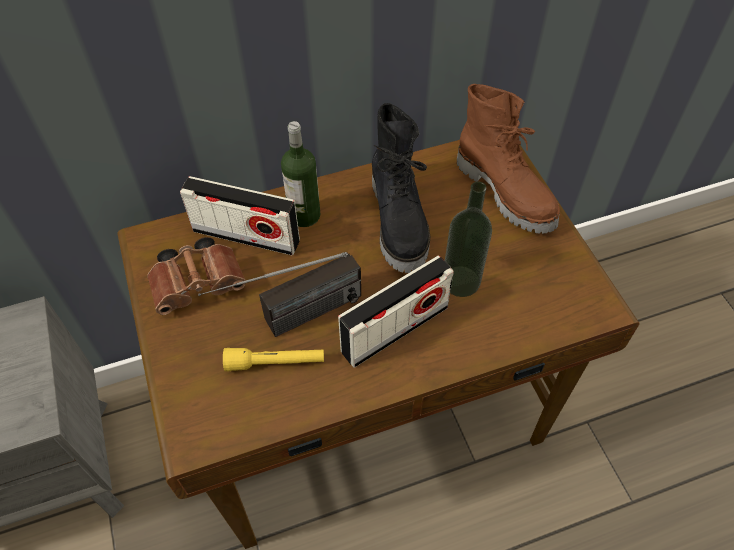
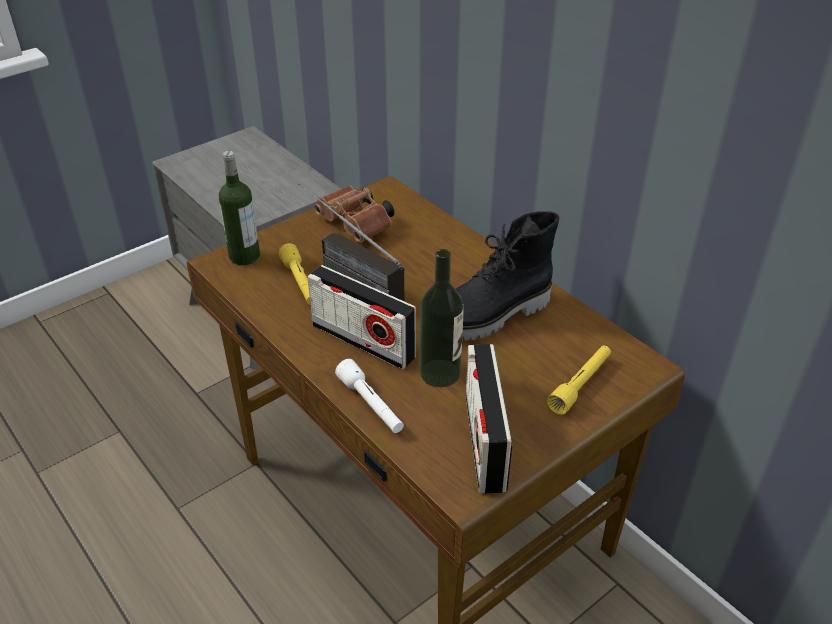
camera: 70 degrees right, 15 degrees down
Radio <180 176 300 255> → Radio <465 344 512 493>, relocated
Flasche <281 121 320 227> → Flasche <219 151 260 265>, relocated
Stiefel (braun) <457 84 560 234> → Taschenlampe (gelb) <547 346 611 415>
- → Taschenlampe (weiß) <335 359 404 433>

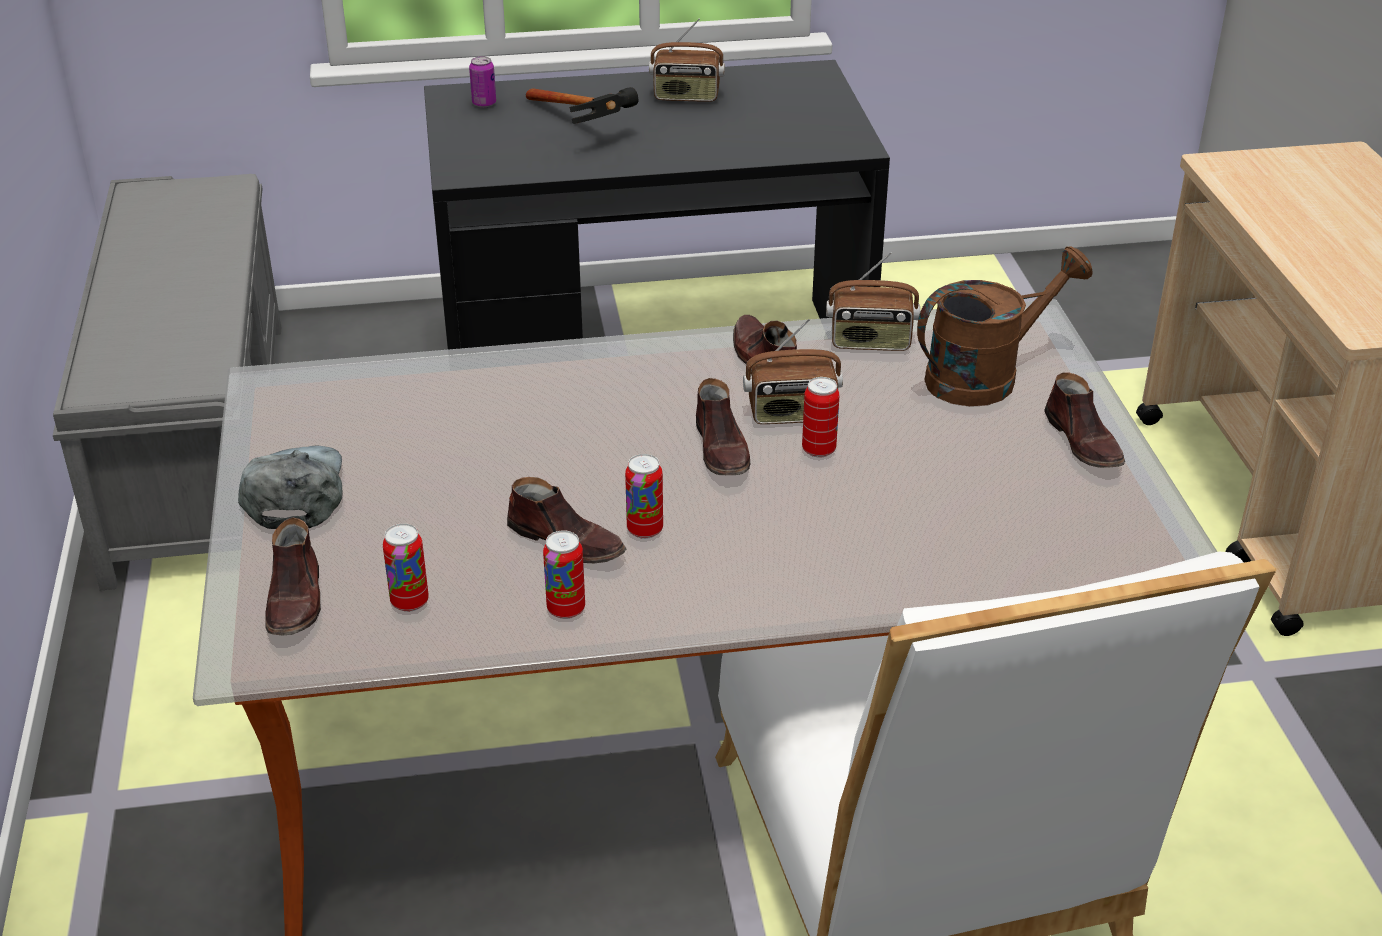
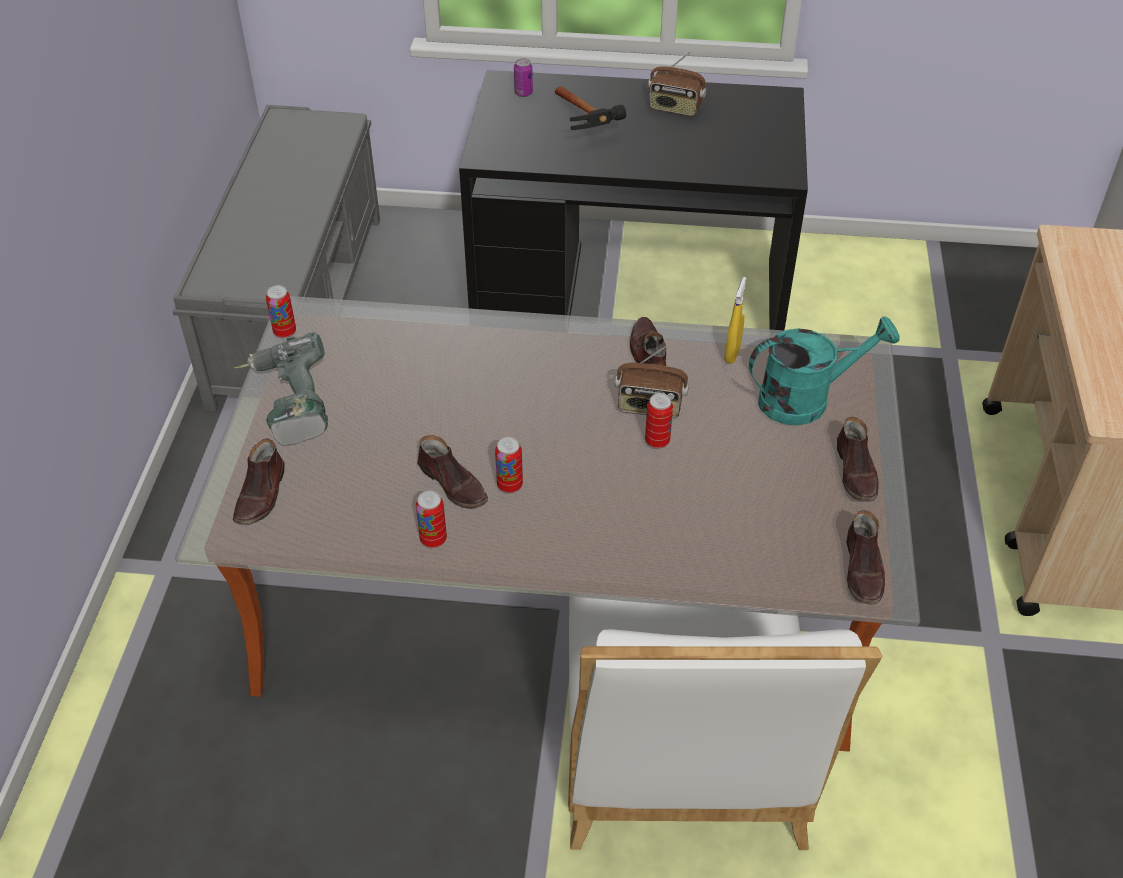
camera: 15 degrees right, 10 degrees up
Kappe (grau) <238 446 342 529> → Bohrmaschine <234 332 328 445>
Dose <383 523 429 612> → Dose <266 285 296 338>, relocated
Schuh (braun) <696 378 750 475> → Schuh (braun) <847 510 885 605>, relocated
Radio <826 252 920 351> → Sprühflasche (gelb) <724 277 746 363>
Gießkanne (braun) <917 246 1093 406> → Gießkanne (türkis) <749 317 899 425>

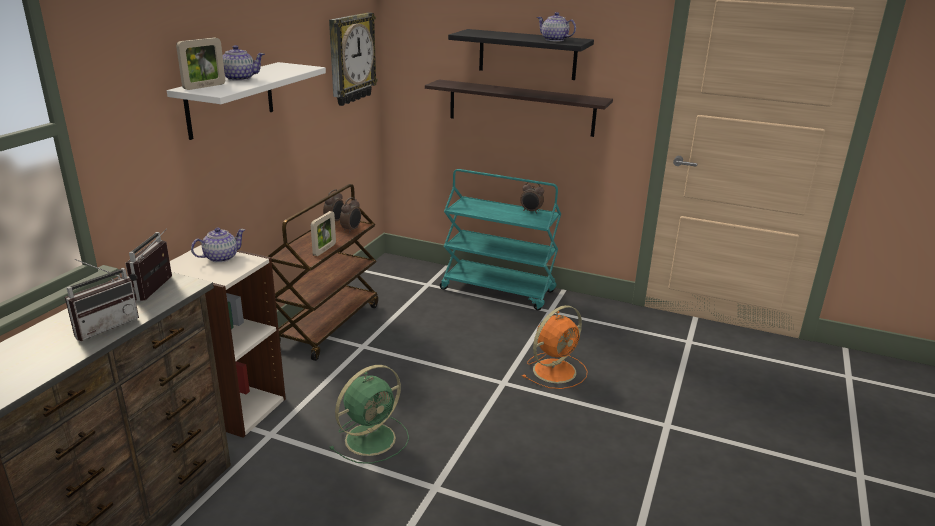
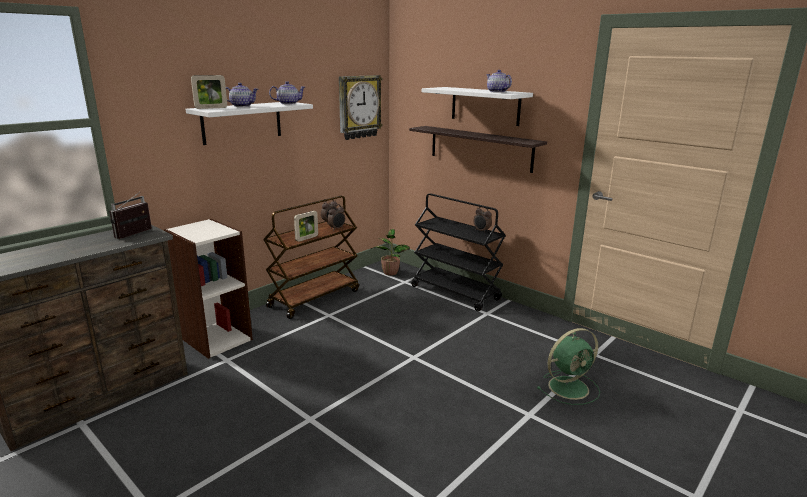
camera: 20 degrees right, 5 degrees down
Radio <65 259 139 341> → -
Teekanne <191 228 245 263> → Teekanne <269 81 305 104>, relocated
Ventilator (grün) <330 365 409 464> → Ventilator (grün) <537 328 600 405>, relocated
Rollwagen (türkis) <440 169 561 311> → Rollwagen (schwarz) <411 193 506 312>
Wandregal (schwarz) <448 29 594 80> → Wandregal (weiß) <422 87 533 126>
Ventilator (orange) <523 305 588 389> → -
- → Topfpflanze <371 229 410 276>

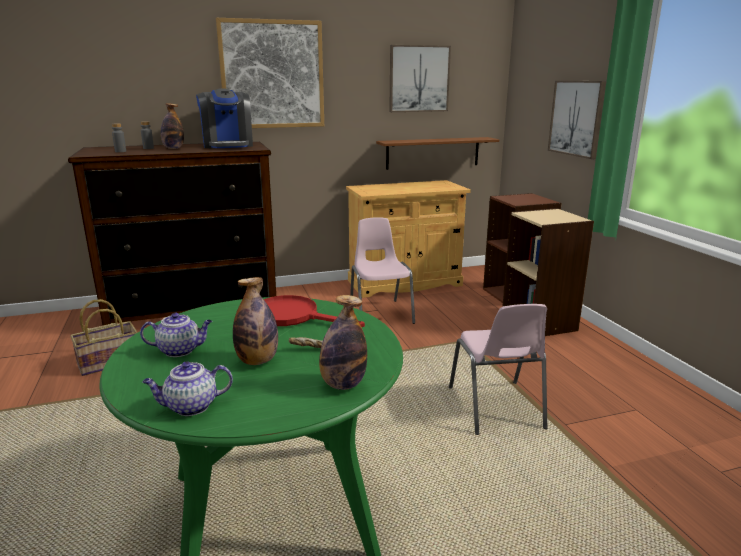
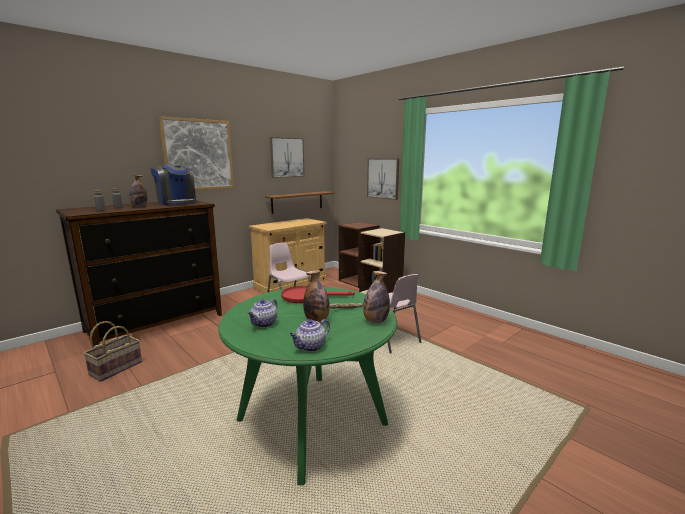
camera: 25 degrees left, 5 degrees down
Teekanne <140 313 212 357> → Teekanne <248 299 277 327>, 150 degrees clockwise

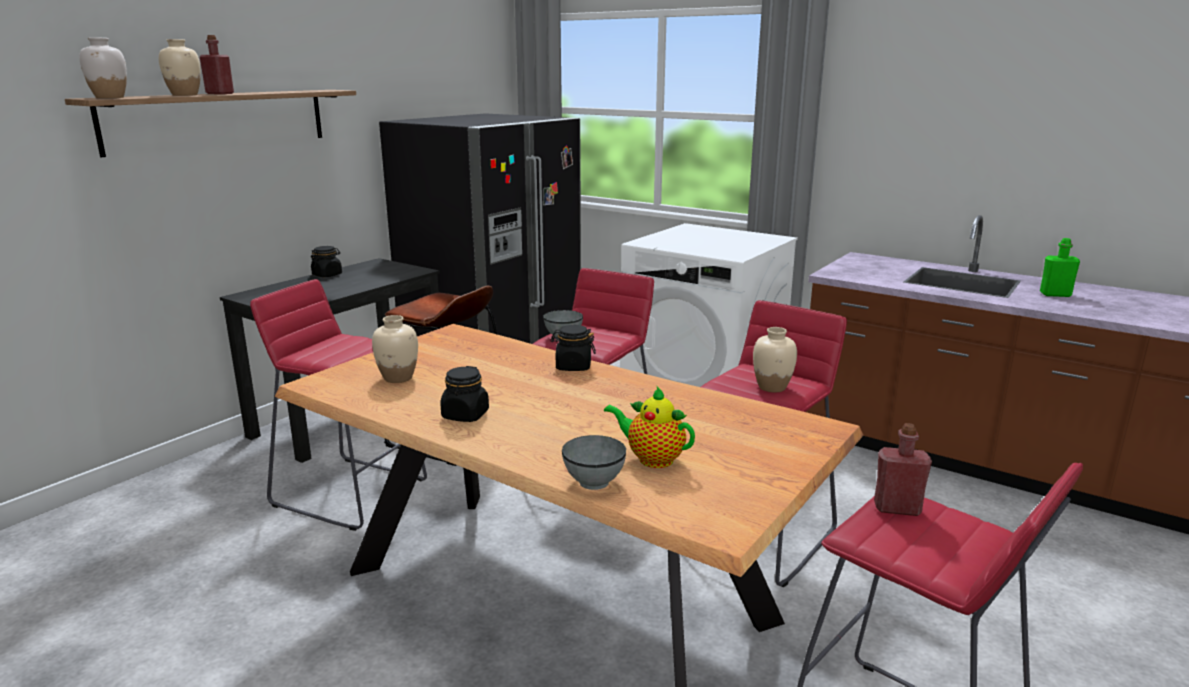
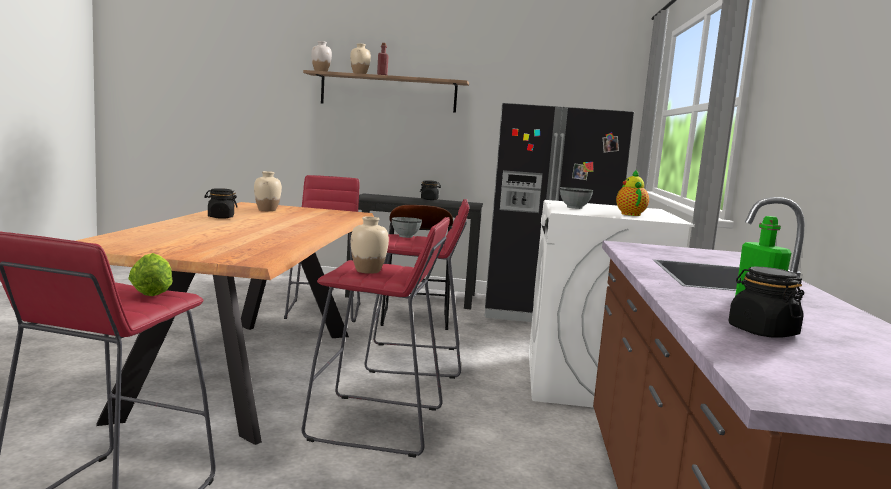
camera: 60 degrees right, 10 degrees down
Vorratsglas (schwarz) <550 325 596 371> → Vorratsglas (schwarz) <728 267 804 337>, relocated
Schüssel (grau) <562 435 626 490> → Schüssel (grau) <560 187 593 209>, relocated
Teekanne <604 387 695 468> → Teekanne <616 170 649 216>, relocated
Flasche (rot) <874 423 932 516> → Salatkopf <128 253 172 296>

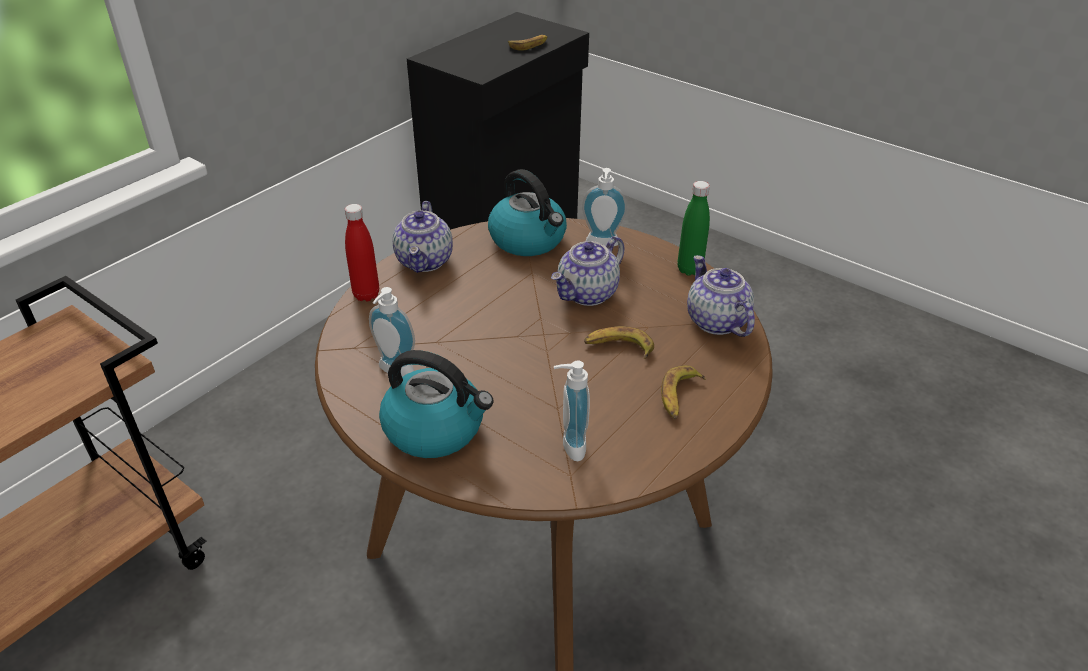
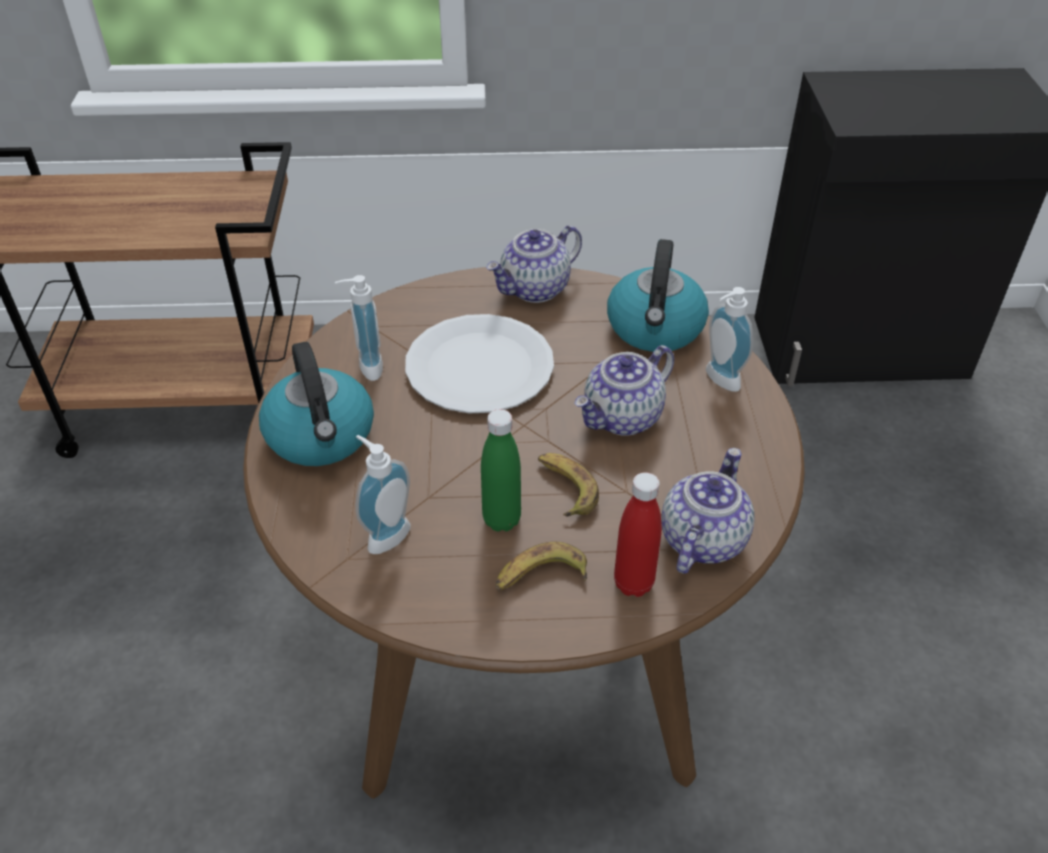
camera: 50 degrees right, 5 degrees up
Flasche (rot) <345 204 379 301> → Flasche (rot) <614 472 662 597>, relocated
Banane <508 35 547 51> → -
Teekanne <551 236 625 306> → Teekanne <574 345 674 436>, 45 degrees counterclockwise
Flasche (grün) <677 181 710 276> → Flasche (grün) <481 409 521 532>, relocated
- → Teller (weiß) <405 314 554 413>

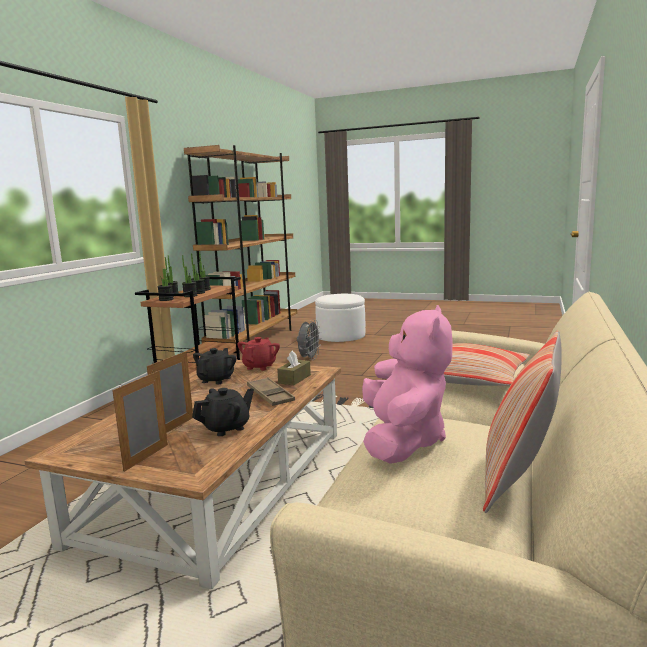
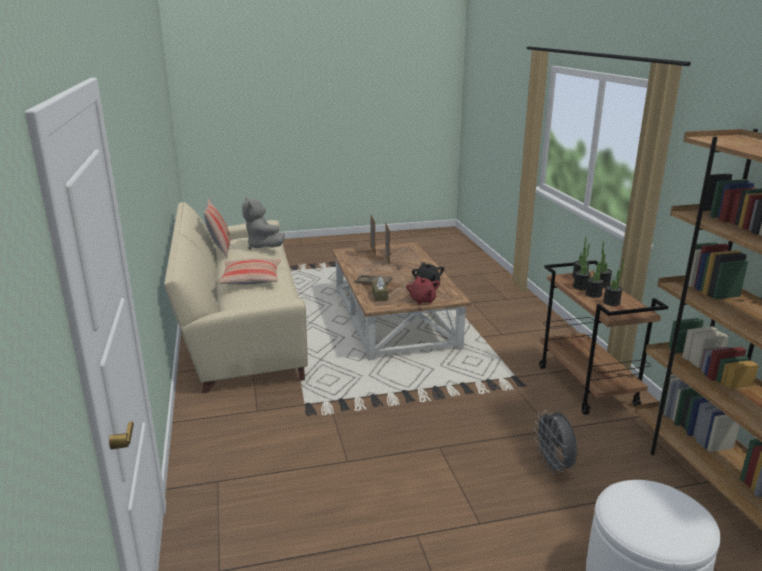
camera: 145 degrees right, 10 degrees up
Teekanne (schwarz) <192 388 254 436> → -
Plüschtier (rosa) <362 305 453 464> → Plüschtier (grau) <242 197 285 250>

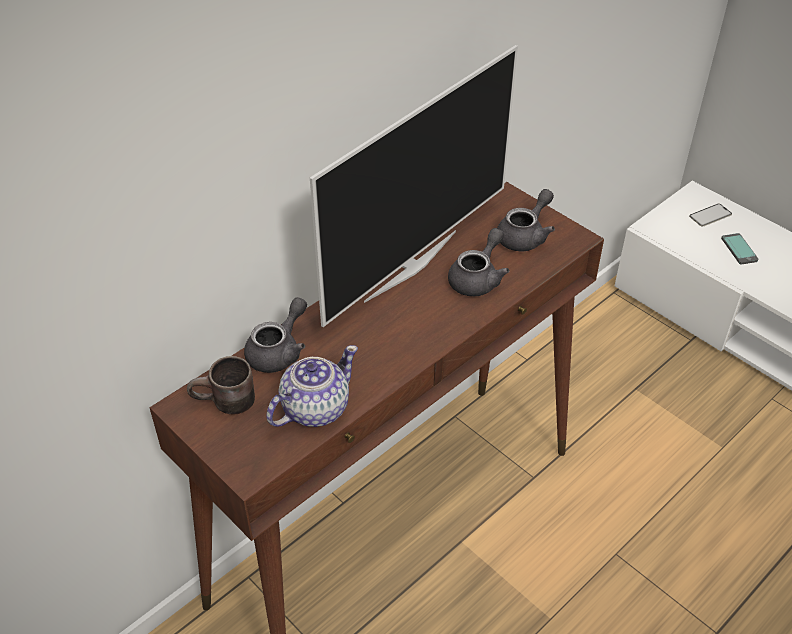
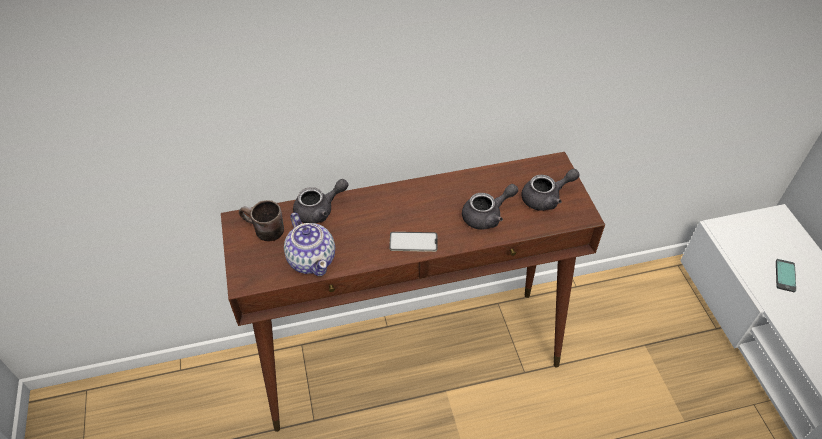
camera: 30 degrees right, 5 degrees up
Teekanne <266 345 358 427> → Teekanne <284 212 336 276>, 75 degrees clockwise
Fernseher <310 45 518 327> → -
Handy <689 203 732 227> → Handy <389 232 437 252>, relocated

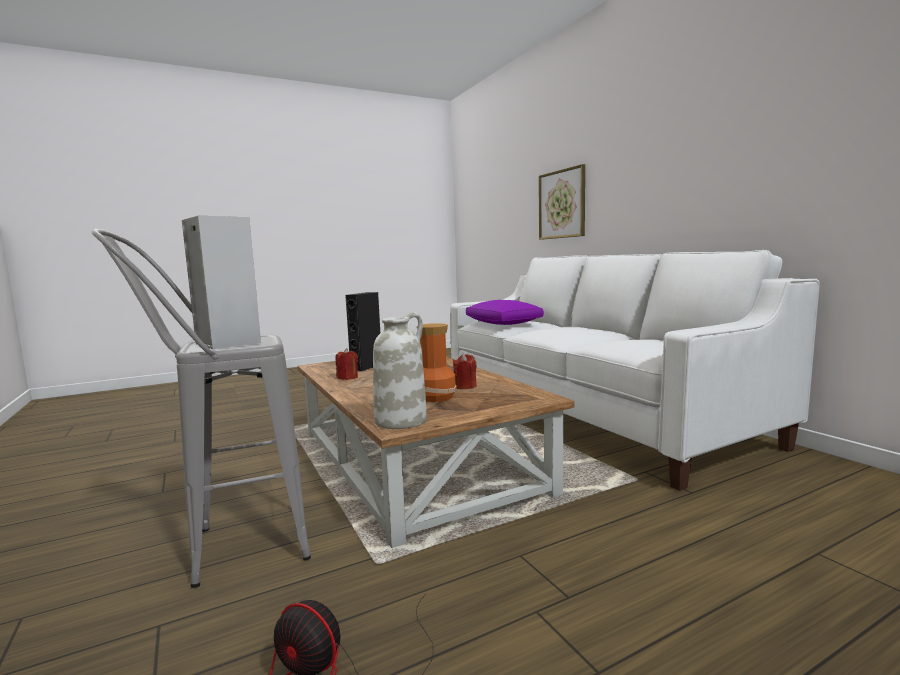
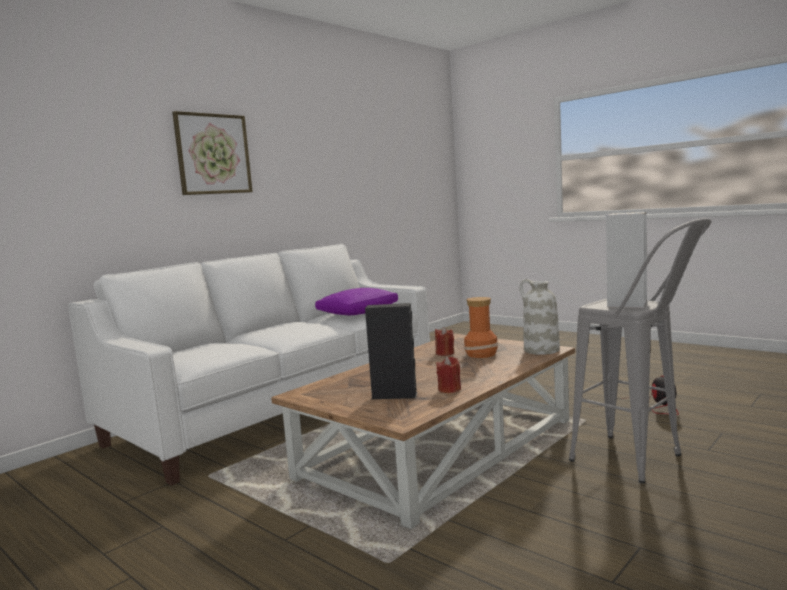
camera: 110 degrees left, 0 degrees up
Kissen (lila) <466 300 544 325> → Kissen (lila) <315 288 398 315>, relocated
Bild <539 164 585 240> → Bild <172 111 253 195>, relocated

